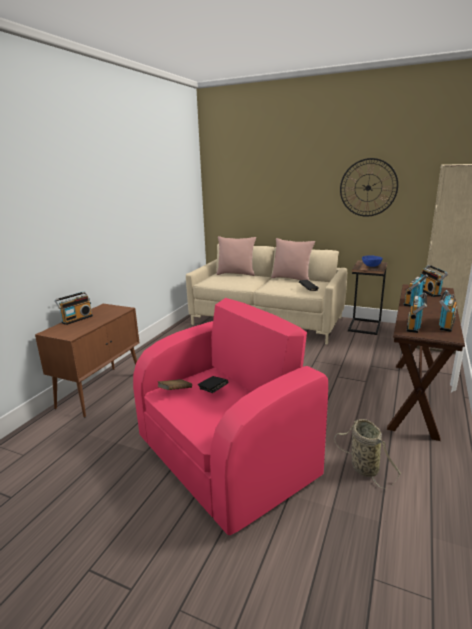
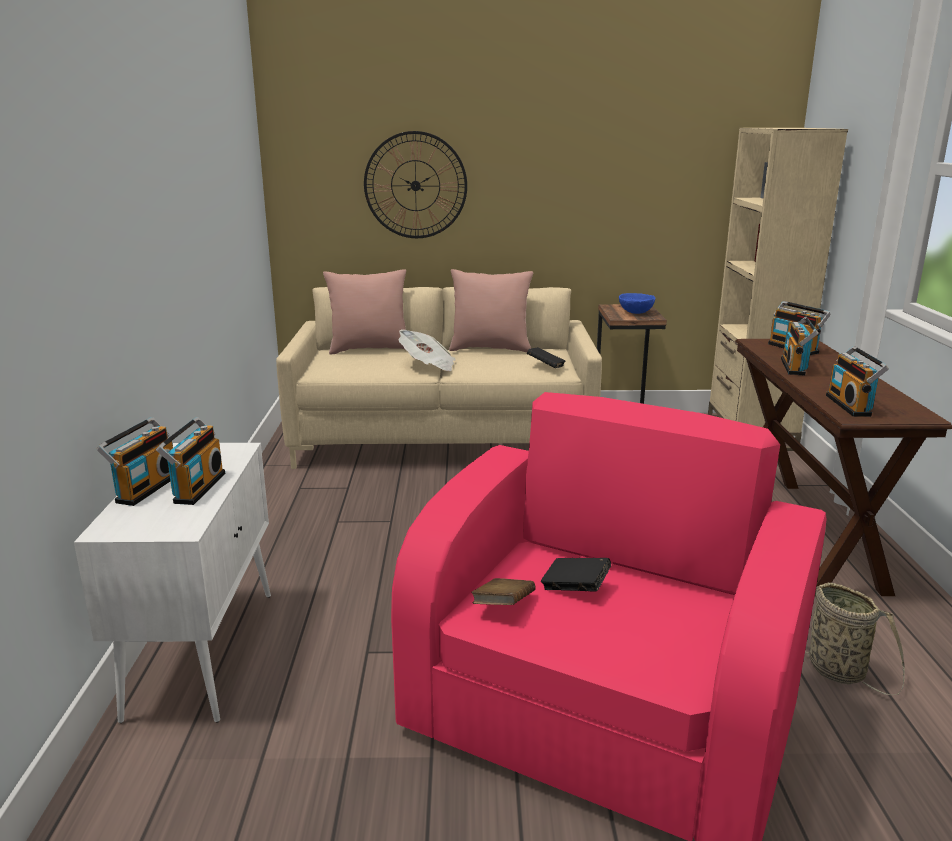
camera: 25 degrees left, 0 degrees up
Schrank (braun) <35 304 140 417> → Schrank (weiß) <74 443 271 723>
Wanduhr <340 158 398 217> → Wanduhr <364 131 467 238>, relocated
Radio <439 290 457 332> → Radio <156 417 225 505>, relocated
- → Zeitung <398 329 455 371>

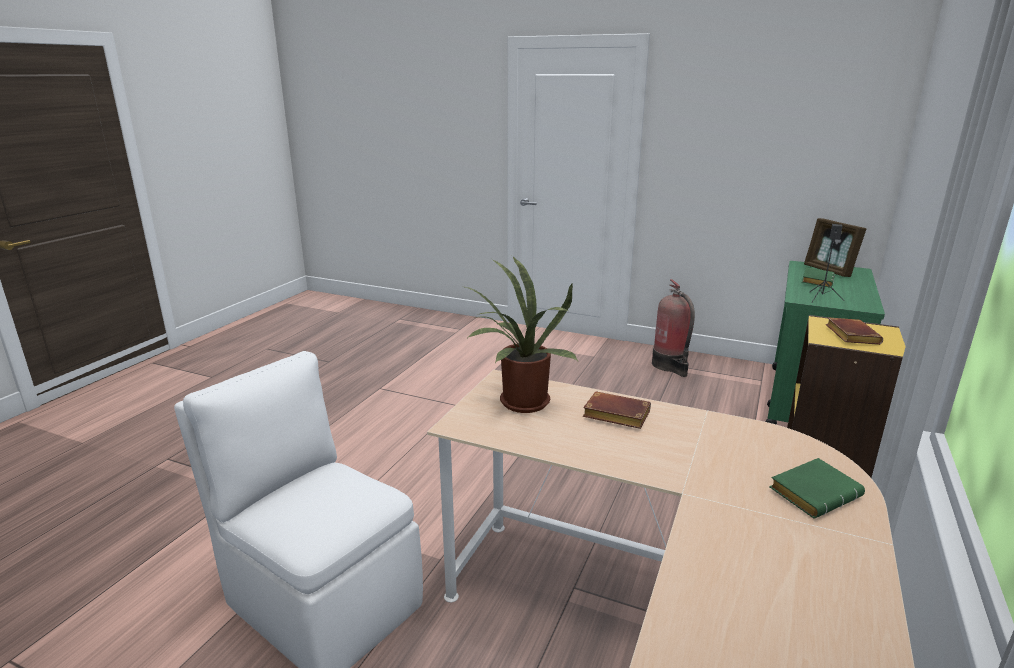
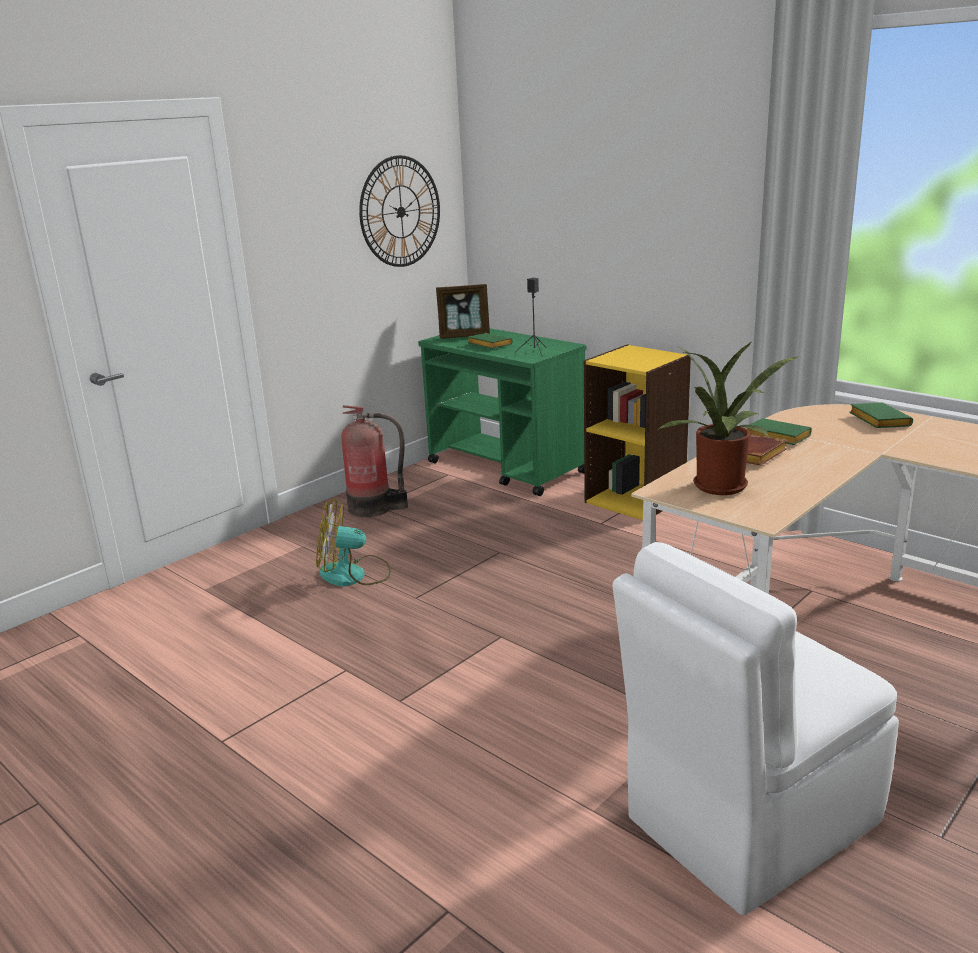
camera: 70 degrees left, 0 degrees up
Buch (braun) <826 317 883 345> → -
- → Ventilator <316 499 391 587>
- → Wanduhr <359 155 440 267>
- → Buch (grün) <747 418 812 445>

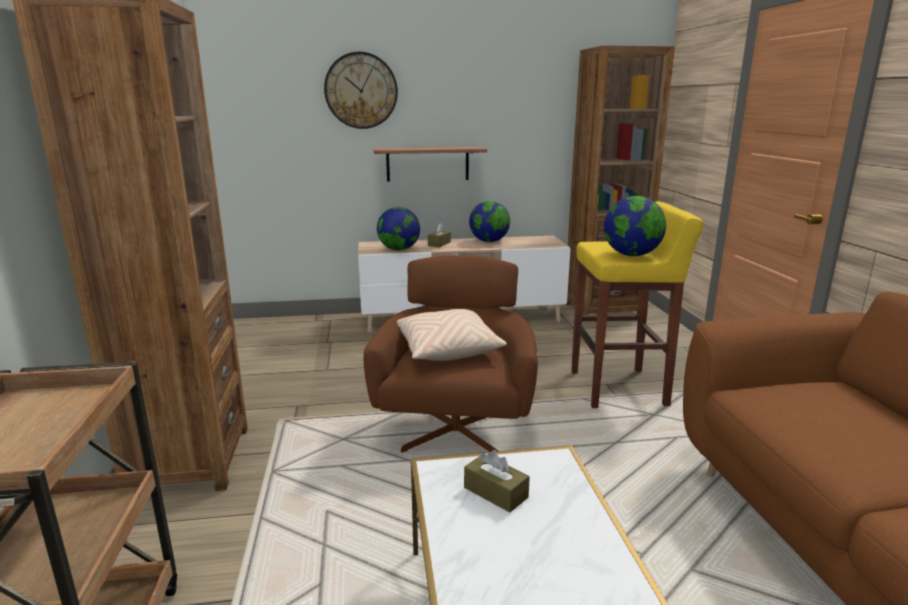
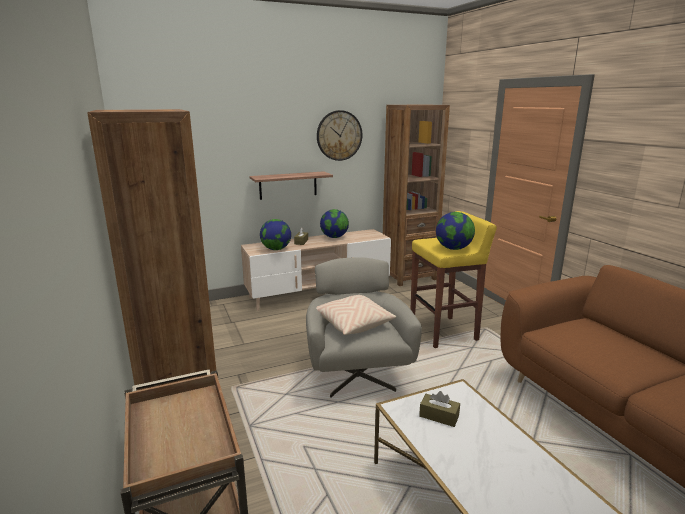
camera: 15 degrees left, 0 degrees up
Wanduhr <324 52 398 129> → Wanduhr <317 110 362 161>, relocated
Sessel (braun) <363 255 538 453> → Sessel (grau) <306 257 422 398>

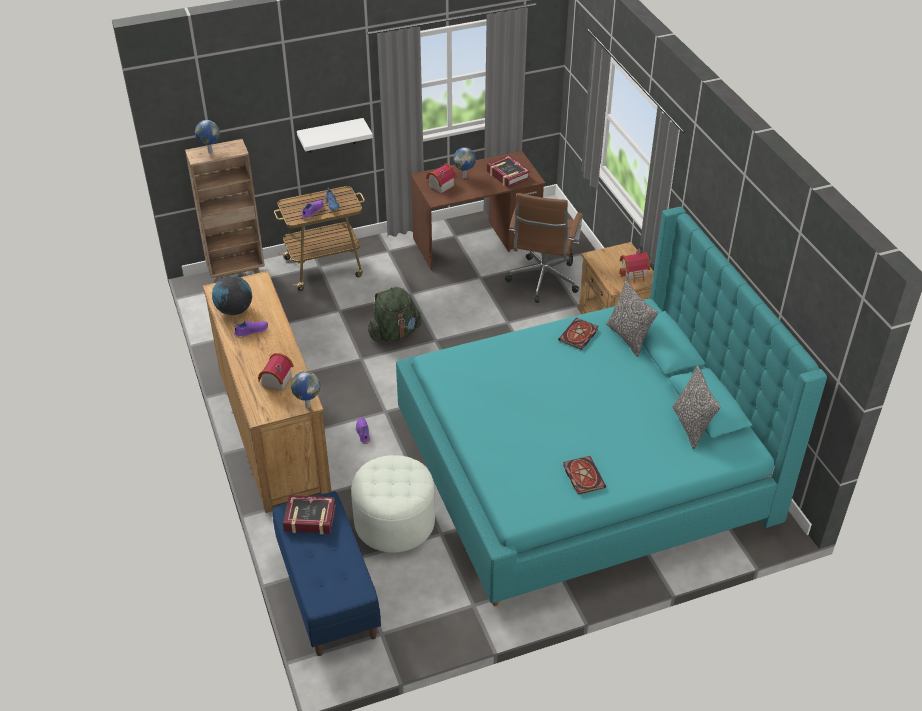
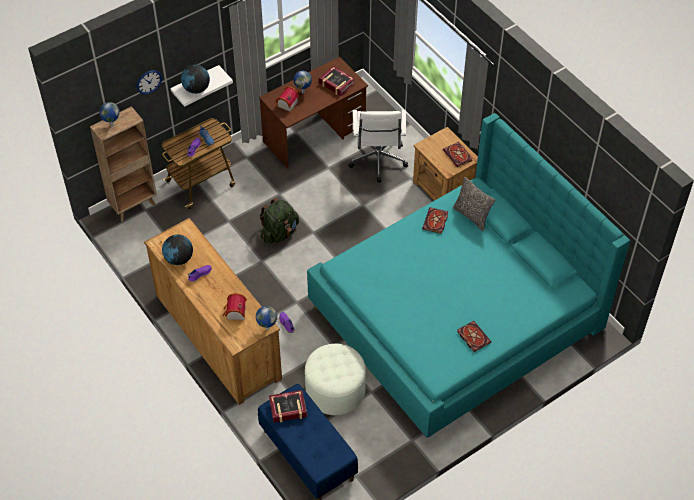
camera: 15 degrees left, 10 degrees up
Bürostuhl (braun) <505 193 583 303> → Bürostuhl (weiß) <348 110 408 183>
Spielzeughaus <619 249 650 283> → Buch <443 142 473 167>
Kissen <673 366 720 449> → -
- → Wanduhr <137 70 162 94>
- → Globus <181 65 210 94>

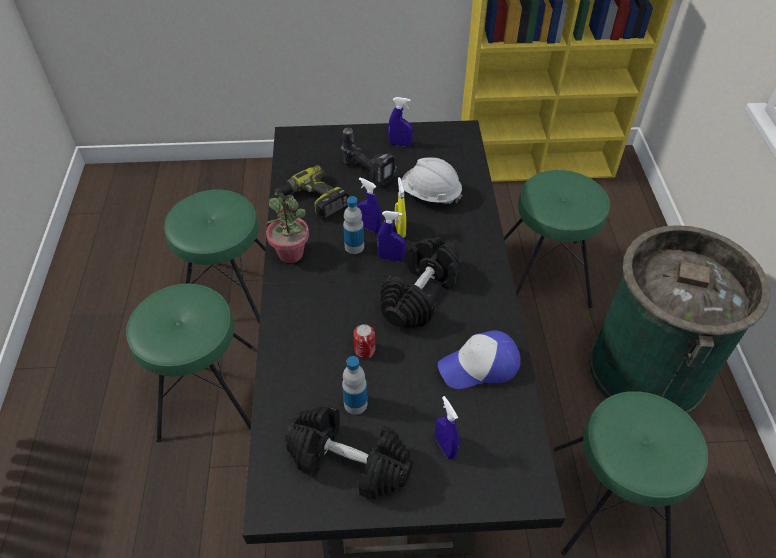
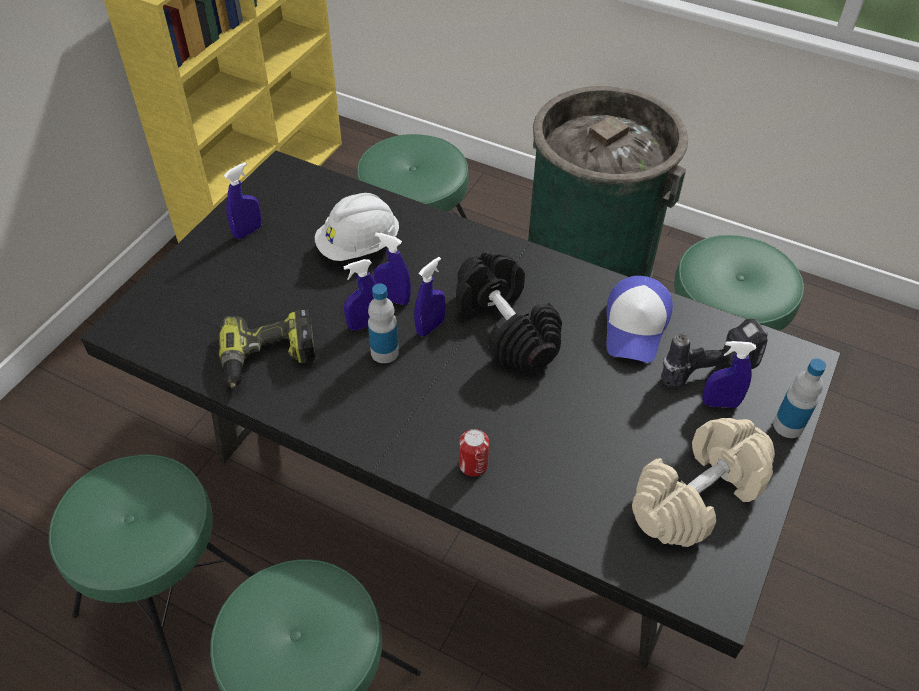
camera: 60 degrees left, 0 degrees up
Topfpflanze <266 193 309 263> → -
Hantel (schwarz) <285 406 413 500> → Hantel (beige) <632 418 775 547>
Bohrmaschine <341 128 397 185> → Bohrmaschine <661 319 768 388>, relocated
Flasche <342 356 367 415> → Flasche <773 358 826 438>, relocated
Dose <353 324 375 359> → Dose <459 429 489 477>, relocated
Sprühflasche (gelb) <395 177 406 238> → Sprühflasche (blau) <374 232 411 305>

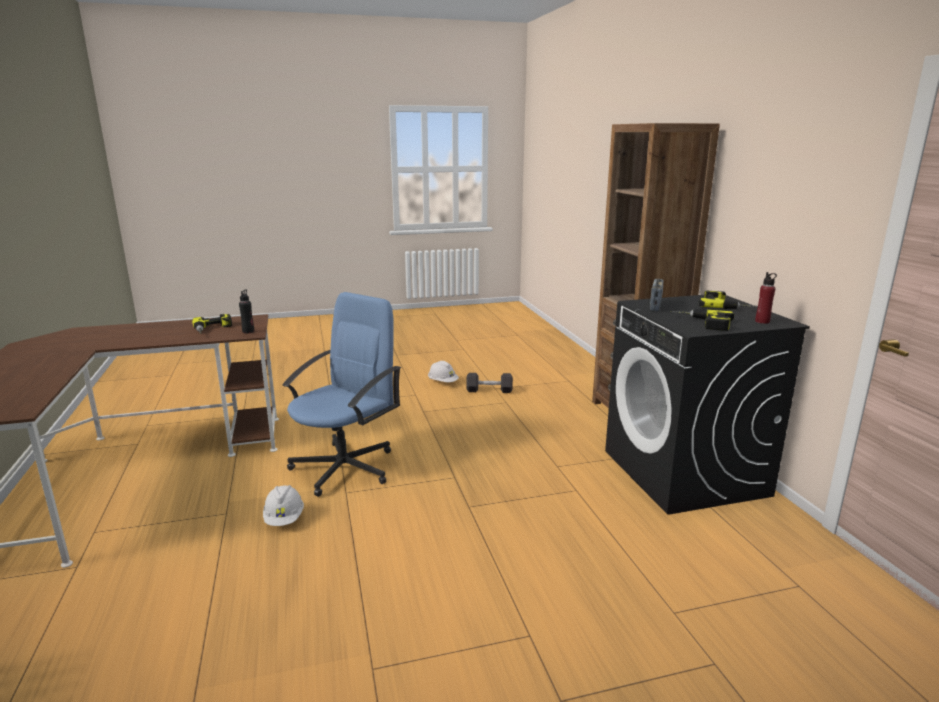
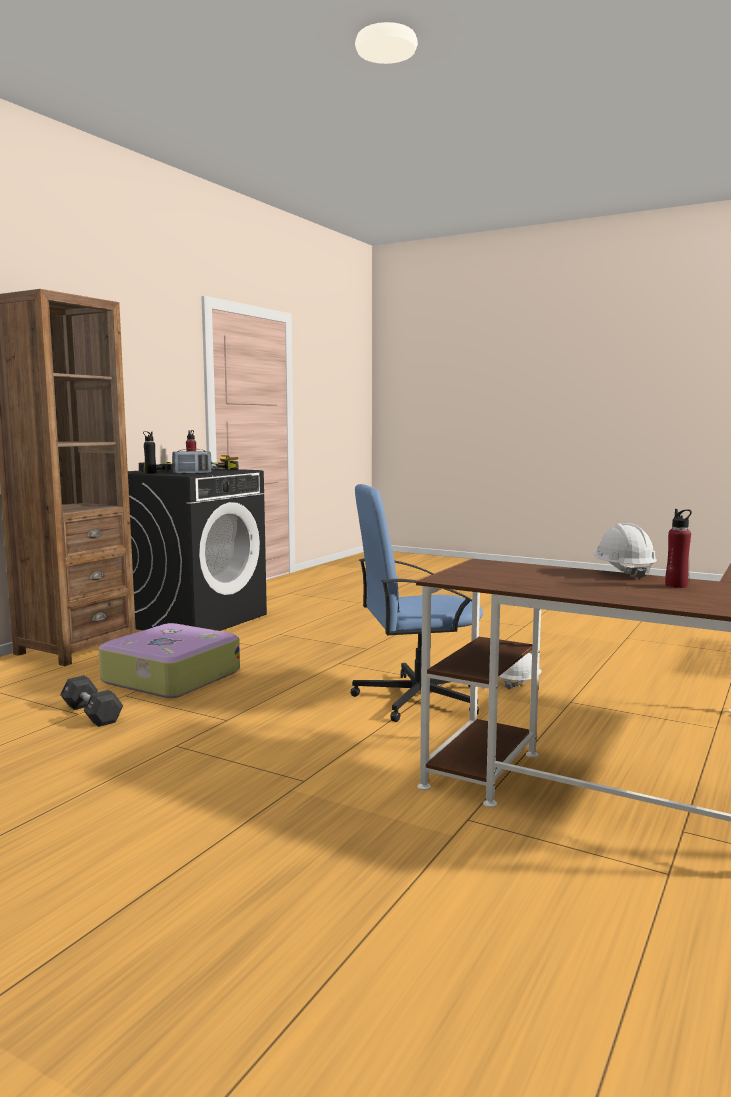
camera: 135 degrees left, 10 degrees down
Bohrmaschine <192 314 232 334> → -
Flasche (schwarz) <239 289 254 333> → Flasche (schwarz) <143 431 157 474>, relocated
Schutzhelm (weiß) <428 361 459 382> → Schutzhelm (weiß) <593 523 657 580>, relocated
- → Koffer <99 623 240 698>
- → Flasche (rot) <665 509 692 588>

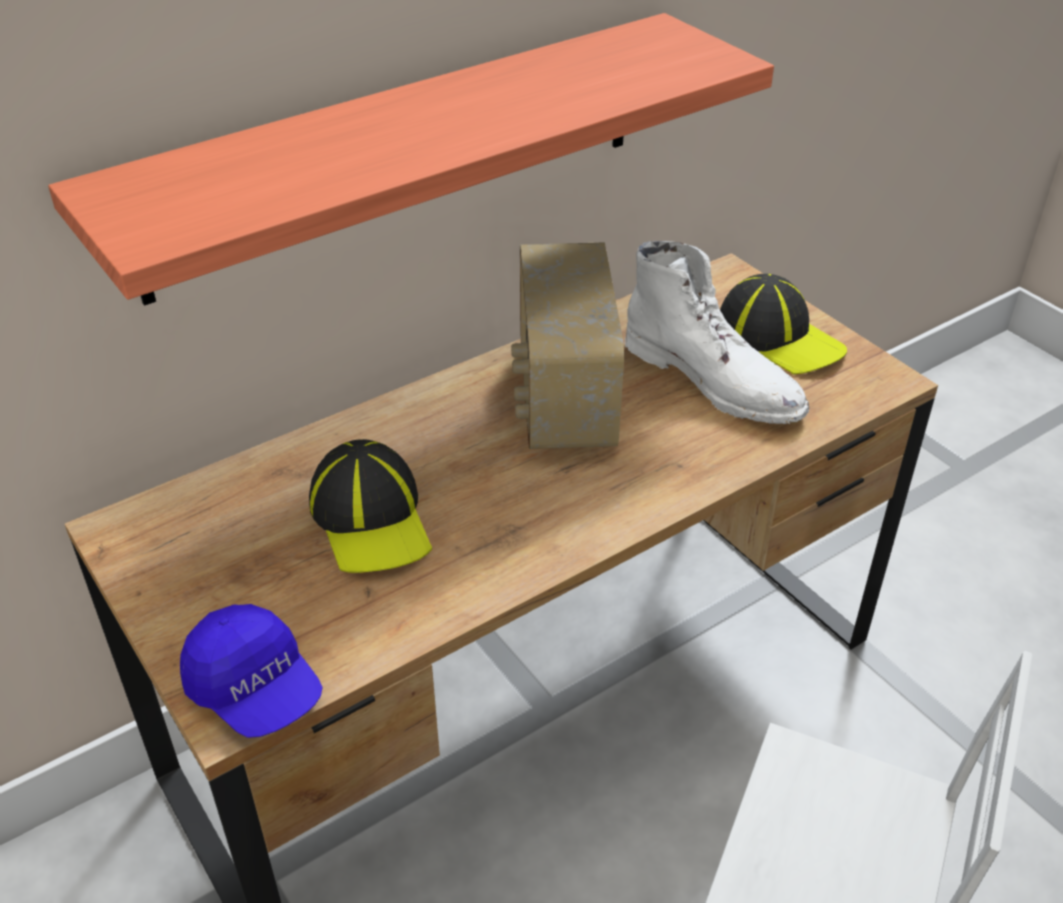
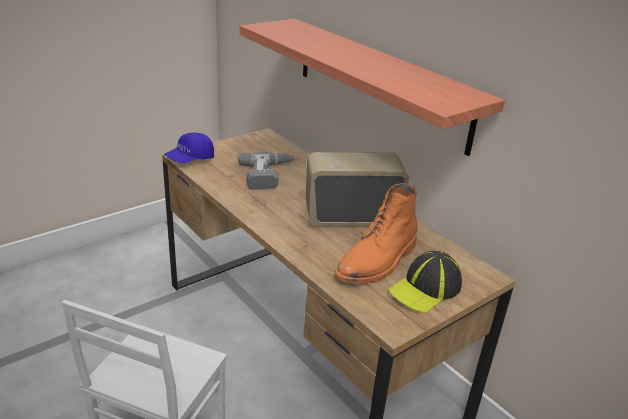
camera: 85 degrees right, 10 degrees down
Kappe <309 439 432 573> → Bohrmaschine <238 152 295 190>
Stiefel (weiß) <625 241 809 424> → Stiefel (orange) <335 183 418 284>

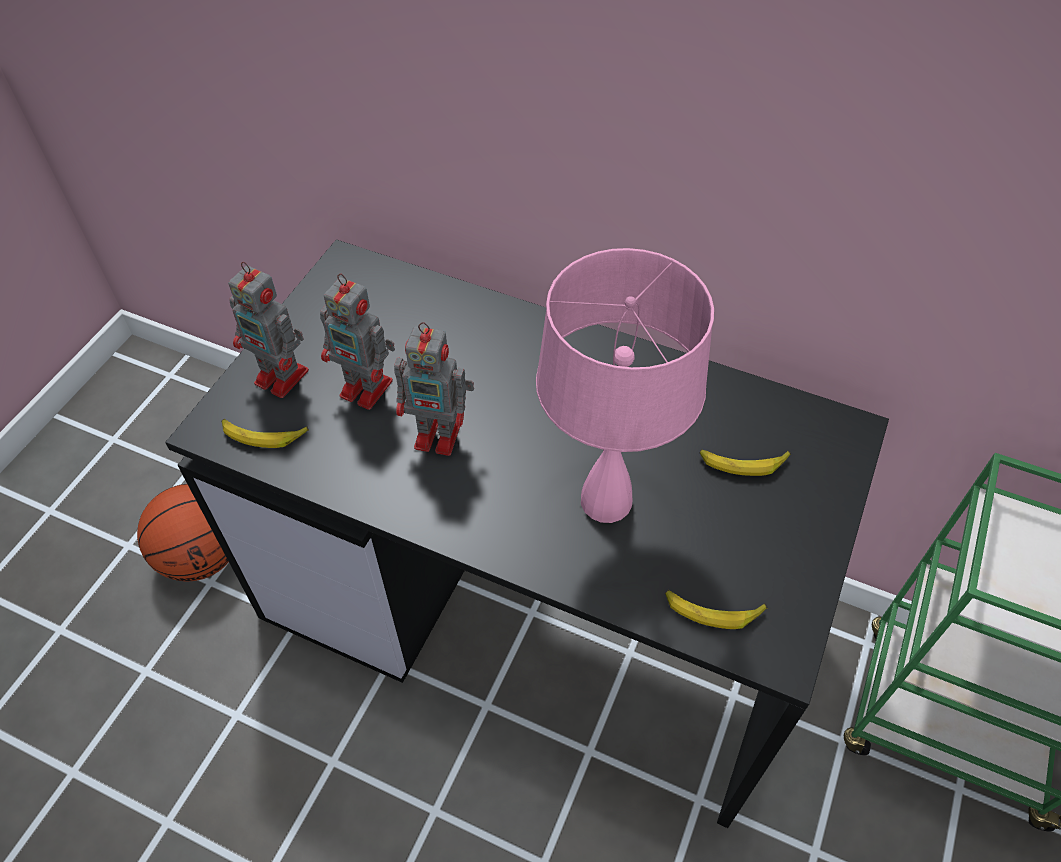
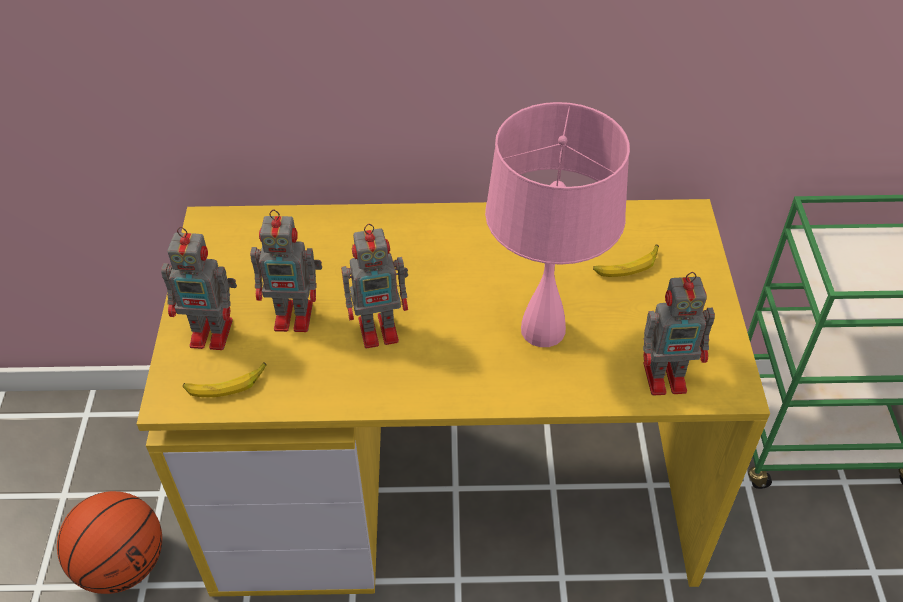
camera: 25 degrees left, 5 degrees down
Schreibtisch (schwarz) <165 240 889 828> → Schreibtisch (gelb) <137 199 770 597>
Banane <665 590 767 629> → Spielzeugroboter <643 272 715 396>

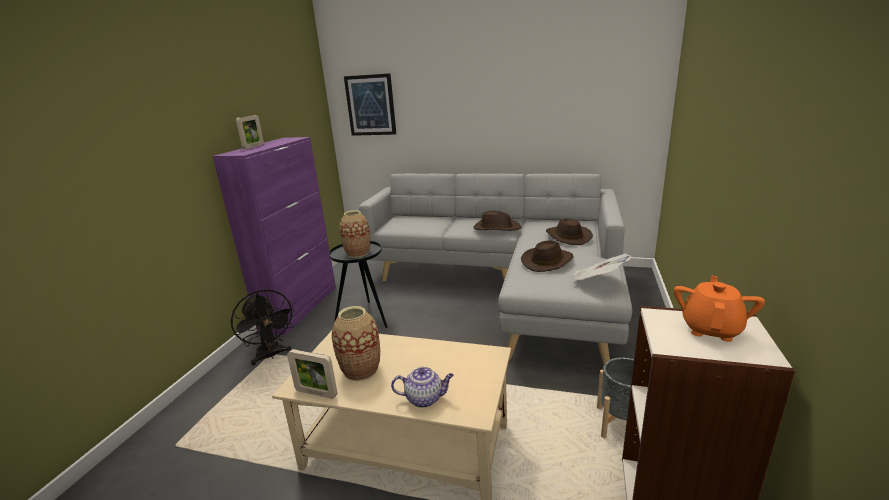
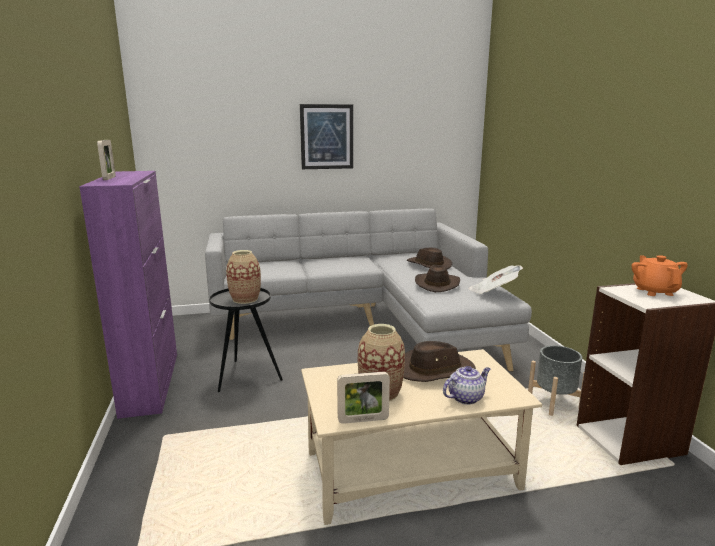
camera: 30 degrees left, 5 degrees down
Ventilator (schwarz) <231 290 295 365> → -
Bild <344 73 396 136> → Bild <300 104 353 169>, relocated
Hut (braun) <473 210 521 231> → Hut (braun) <403 341 476 382>, relocated

